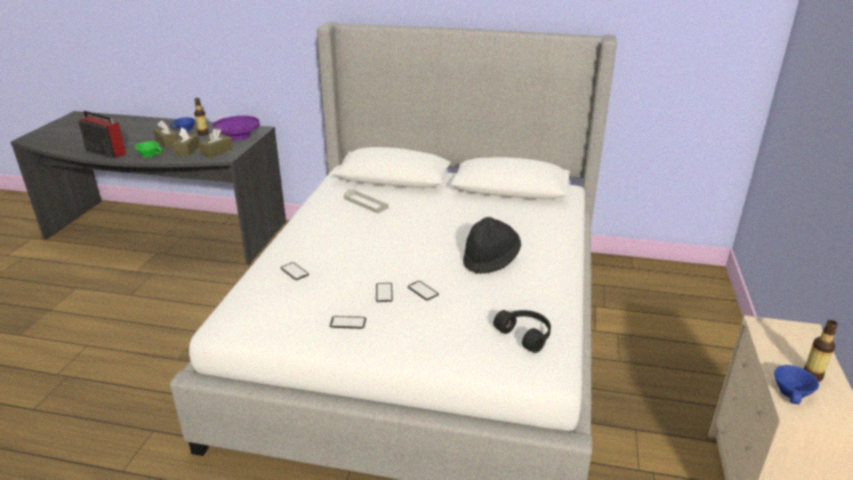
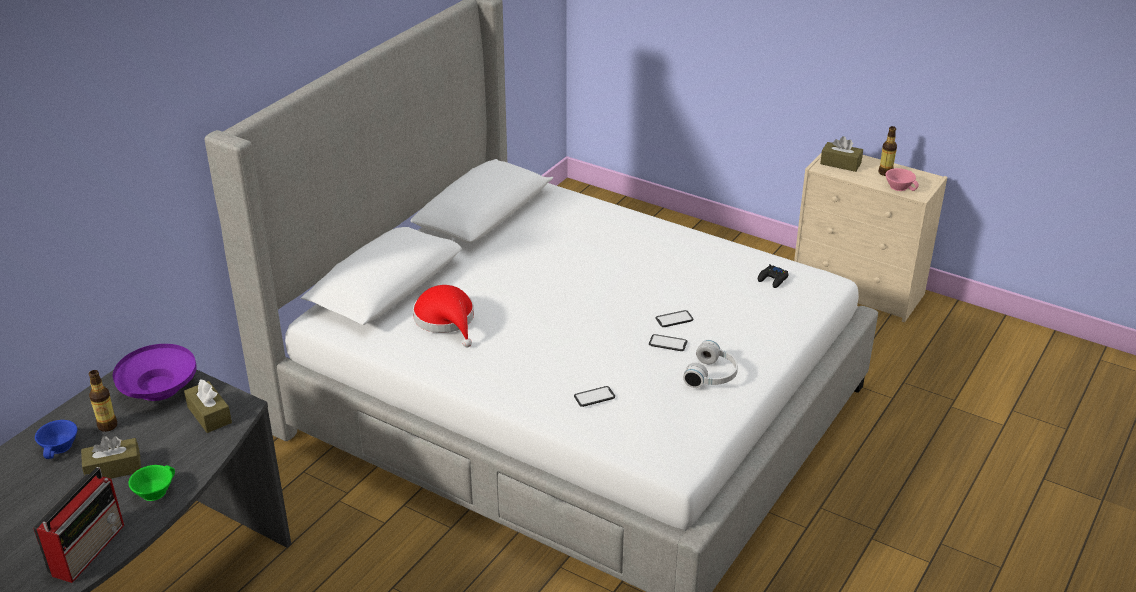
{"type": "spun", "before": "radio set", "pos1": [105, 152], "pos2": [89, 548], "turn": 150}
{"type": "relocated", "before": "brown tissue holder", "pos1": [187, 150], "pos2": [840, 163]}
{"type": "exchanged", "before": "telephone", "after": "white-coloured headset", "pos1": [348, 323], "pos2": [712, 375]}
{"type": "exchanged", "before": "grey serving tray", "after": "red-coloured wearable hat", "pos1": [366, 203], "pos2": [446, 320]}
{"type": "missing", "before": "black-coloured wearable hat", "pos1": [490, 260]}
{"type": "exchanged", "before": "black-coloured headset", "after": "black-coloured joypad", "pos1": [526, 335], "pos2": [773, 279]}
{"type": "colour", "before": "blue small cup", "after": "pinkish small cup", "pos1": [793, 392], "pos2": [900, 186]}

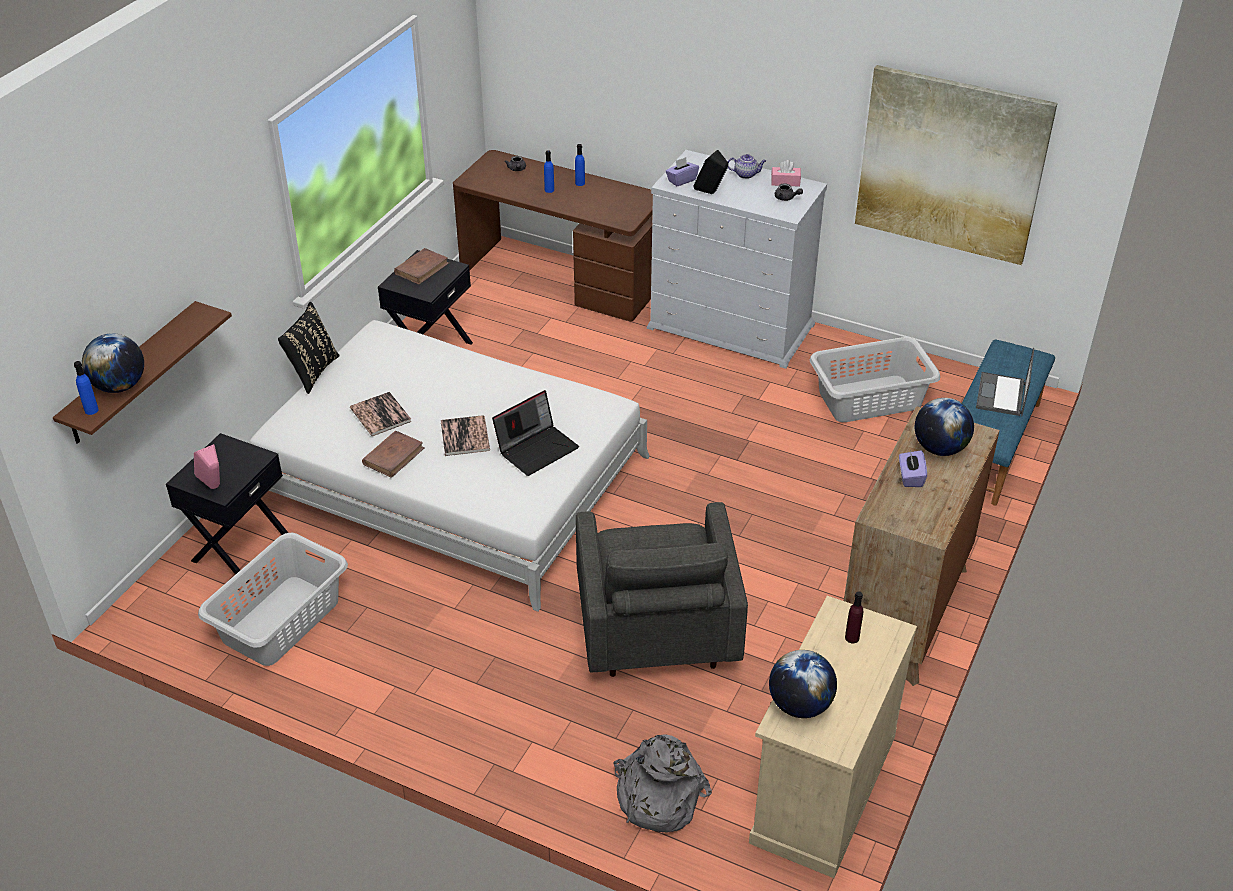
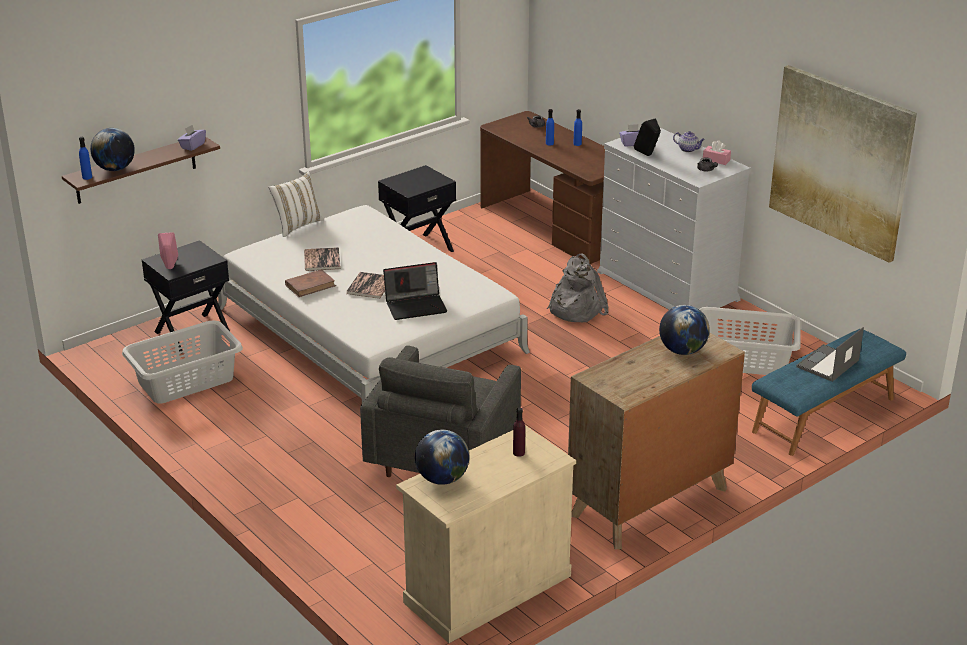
{"type": "colour", "before": "black-coloured pillow", "after": "white-coloured pillow", "pos1": [312, 372], "pos2": [297, 225]}
{"type": "missing", "before": "brown bound book", "pos1": [422, 268]}
{"type": "relocated", "before": "grey backpack", "pos1": [657, 796], "pos2": [575, 309]}
{"type": "relocated", "before": "purple tissue holder", "pos1": [910, 477], "pos2": [192, 146]}

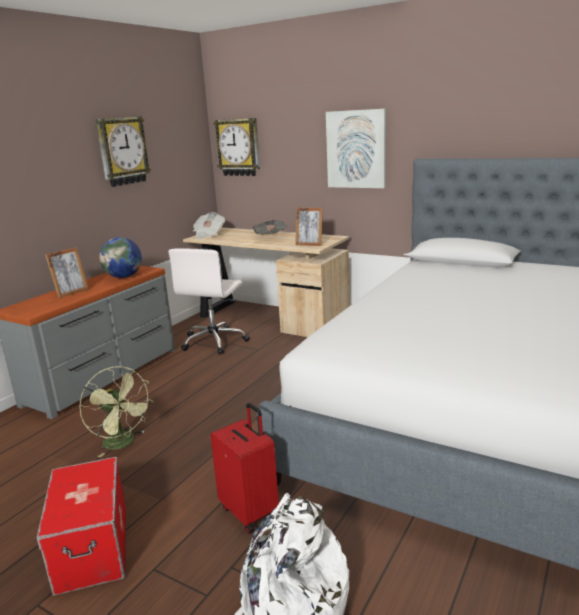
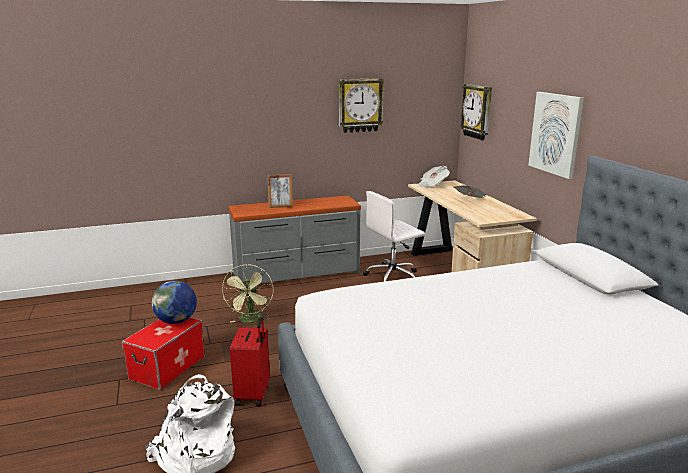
{"type": "relocated", "before": "desk globe", "pos1": [124, 277], "pos2": [176, 321]}
{"type": "missing", "before": "photo frame", "pos1": [309, 244]}

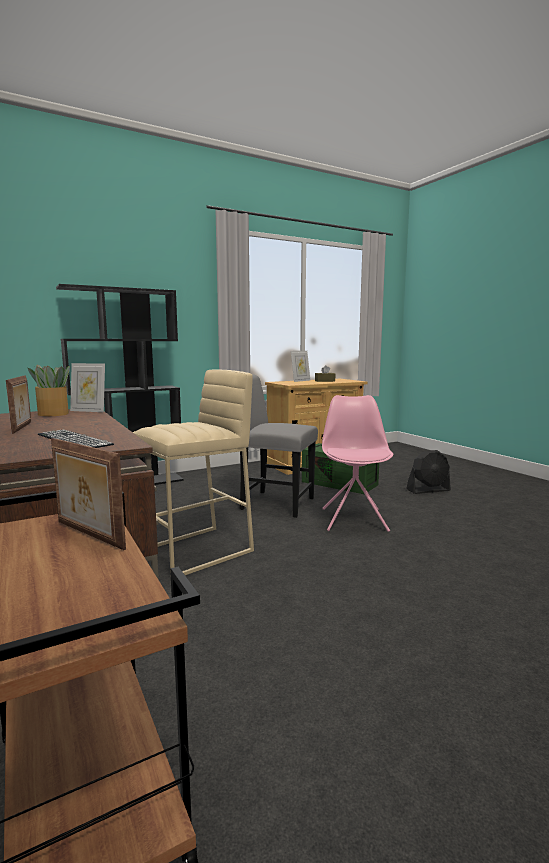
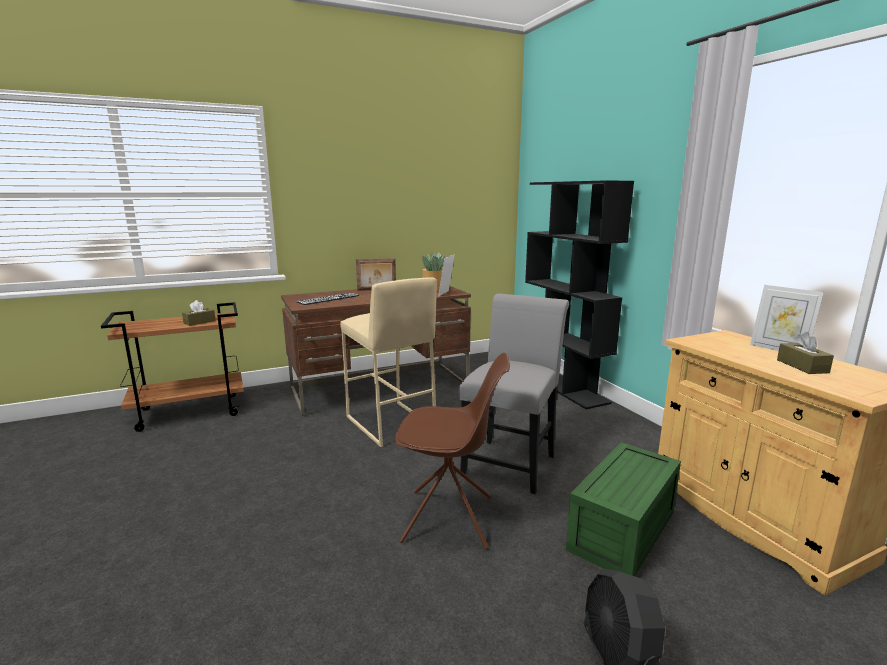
{"type": "exchanged", "before": "photo frame", "after": "brown tissue holder", "pos1": [88, 535], "pos2": [199, 322]}
{"type": "colour", "before": "pinkish chair", "after": "brown chair", "pos1": [354, 519], "pos2": [450, 519]}

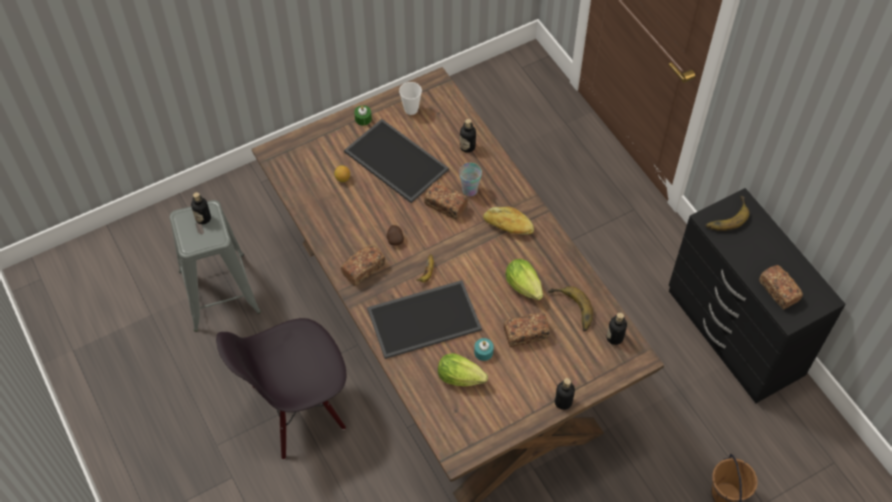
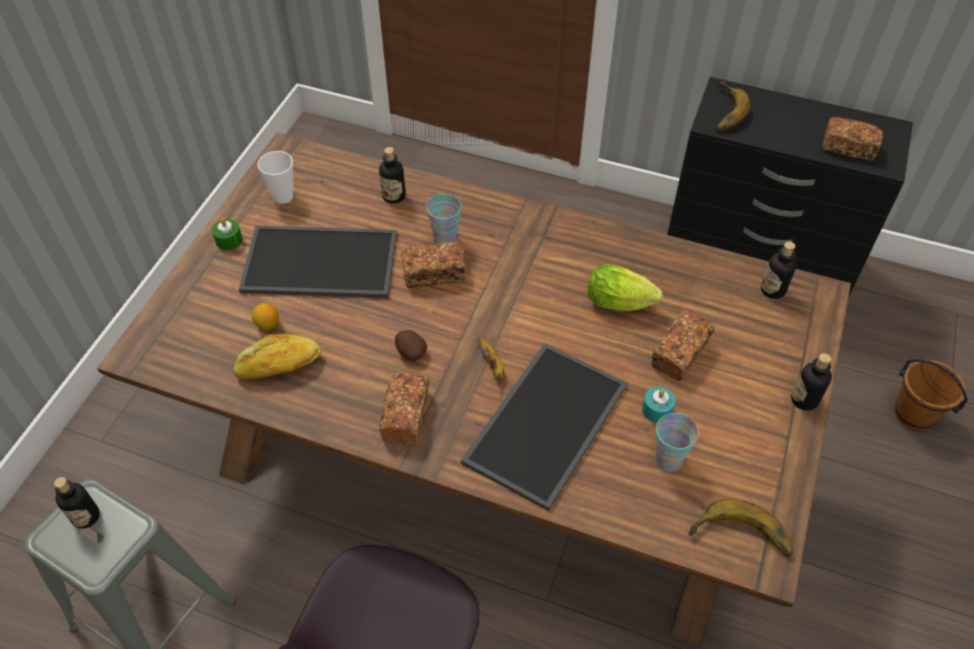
{"type": "exchanged", "before": "head of lettuce", "after": "small cup", "pos1": [463, 378], "pos2": [668, 459]}
{"type": "relocated", "before": "bakery bread", "pos1": [508, 226], "pos2": [279, 366]}
{"type": "relocated", "before": "whole banana", "pos1": [570, 311], "pos2": [740, 540]}

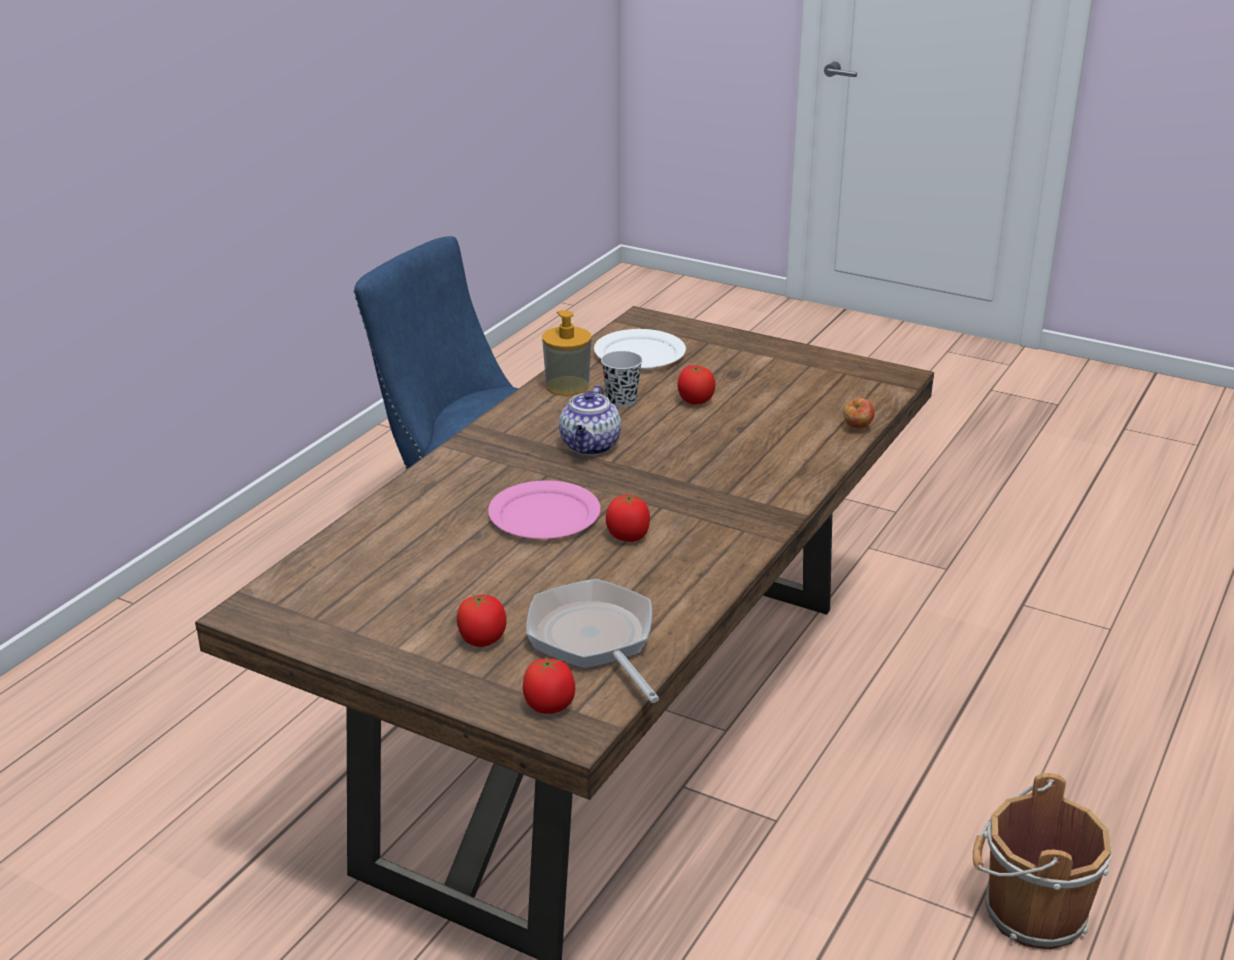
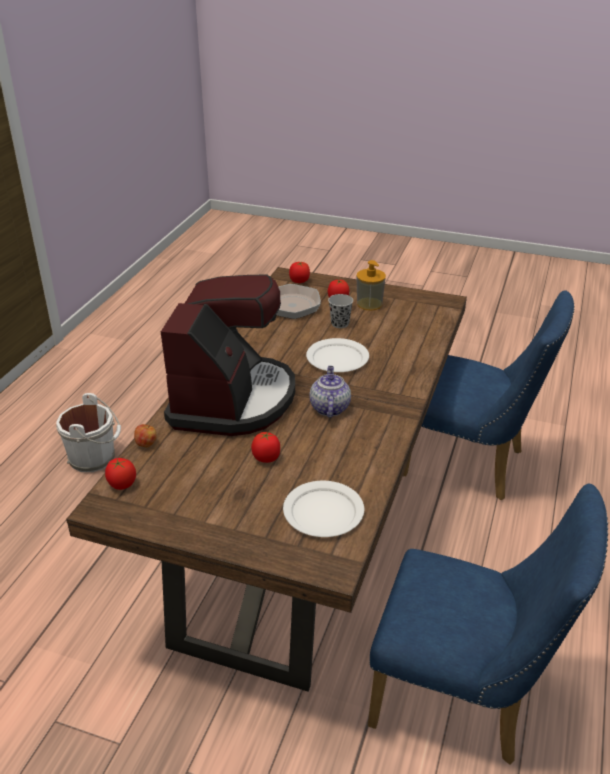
{"type": "colour", "before": "pinkish dinner plate", "after": "white-coloured dinner plate", "pos1": [543, 515], "pos2": [338, 358]}
{"type": "relocated", "before": "soap dispenser", "pos1": [567, 386], "pos2": [369, 304]}
{"type": "relocated", "before": "black-coloured small cup", "pos1": [621, 401], "pos2": [340, 324]}
{"type": "relocated", "before": "tomato", "pos1": [628, 536], "pos2": [122, 485]}
{"type": "colour", "before": "brown pail", "after": "white-coloured pail", "pos1": [1029, 913], "pos2": [94, 458]}
{"type": "appeared", "after": "coffee maker", "pos2": [232, 399]}
{"type": "appeared", "after": "blue chair", "pos2": [472, 465]}

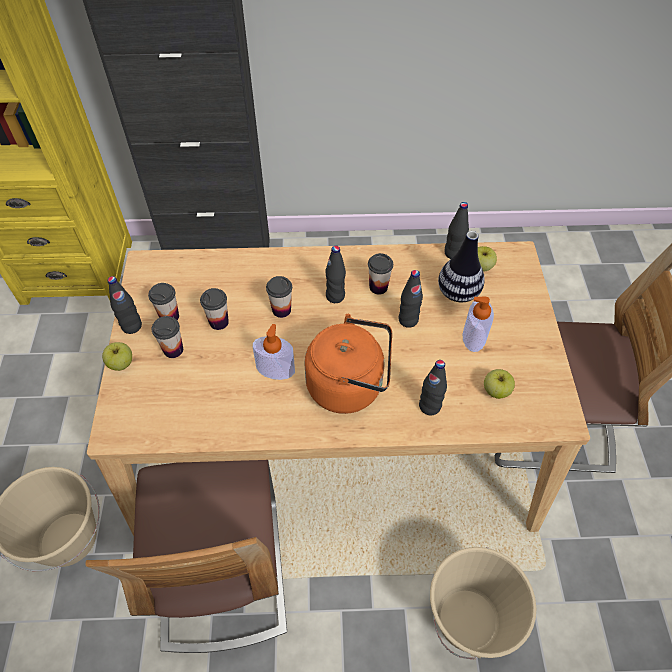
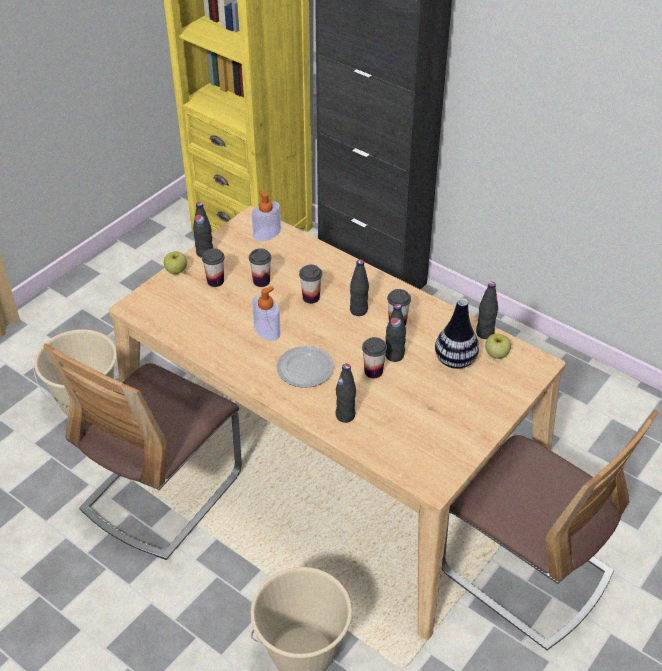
{"type": "relocated", "before": "small cup", "pos1": [169, 316], "pos2": [373, 371]}
{"type": "exchanged", "before": "orangey tea kettle", "after": "dinner plate", "pos1": [350, 385], "pos2": [305, 369]}
{"type": "relocated", "before": "soap dispenser", "pos1": [474, 336], "pos2": [267, 233]}
{"type": "missing", "before": "whole apple", "pos1": [496, 390]}

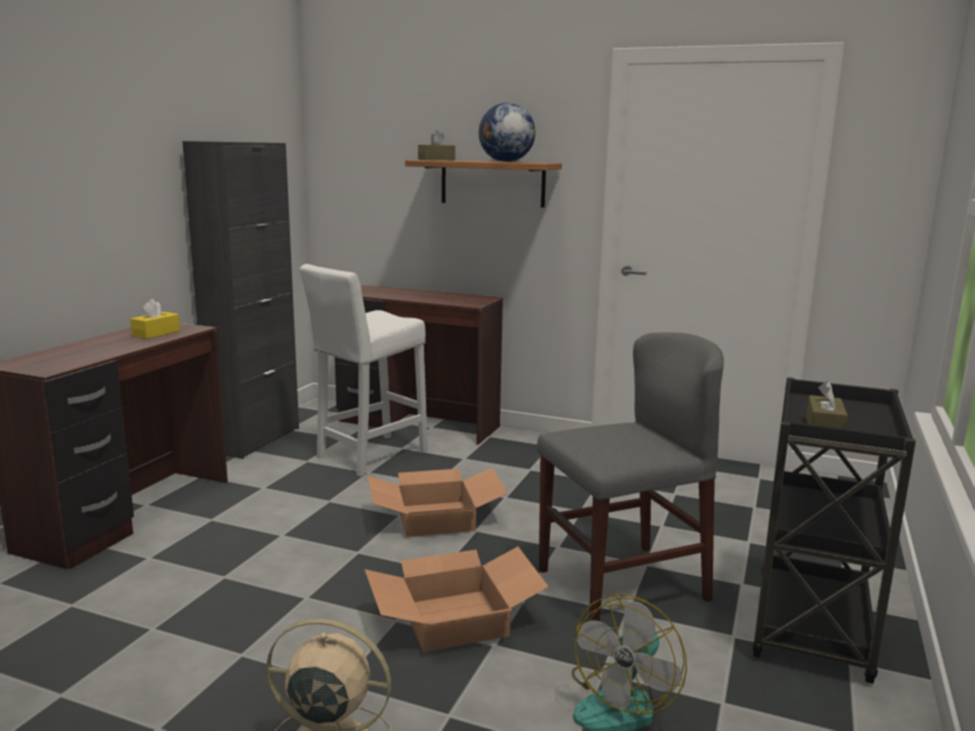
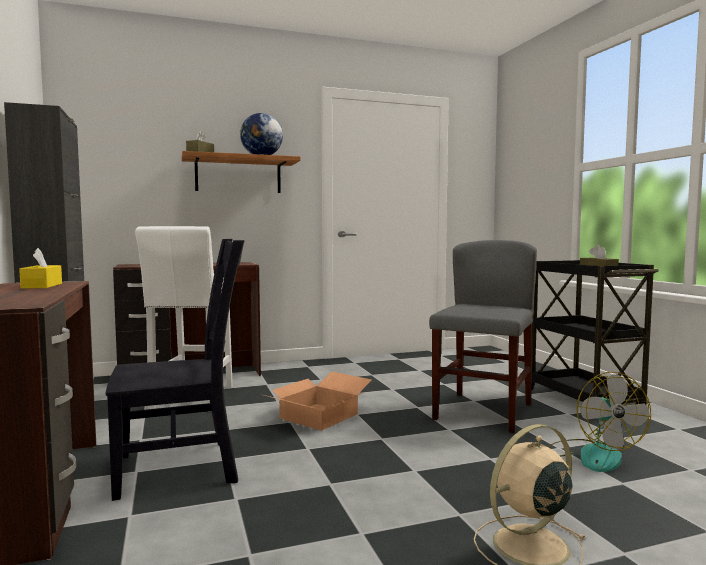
{"type": "missing", "before": "cardboard box", "pos1": [455, 618]}
{"type": "appeared", "after": "black-coloured chair", "pos2": [183, 468]}

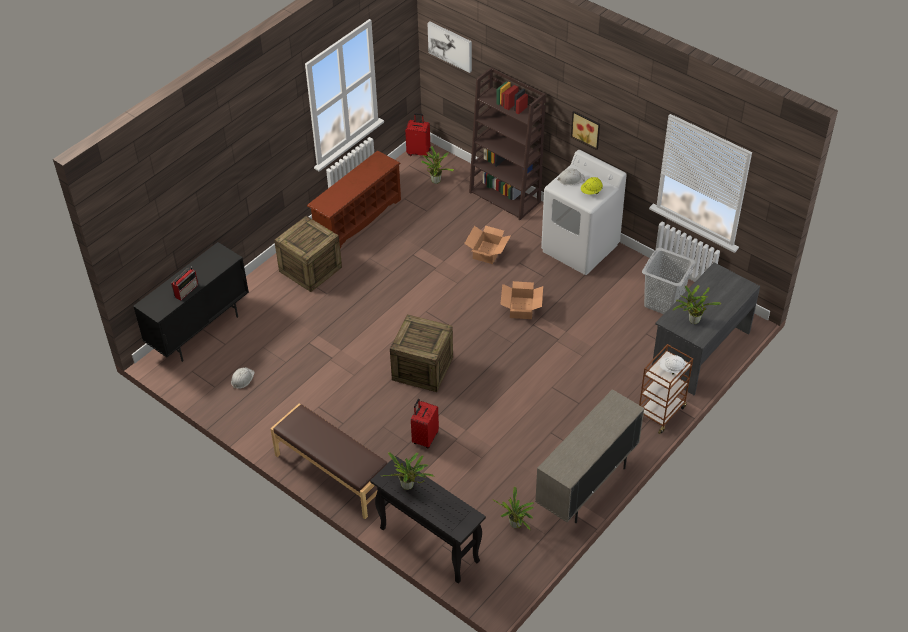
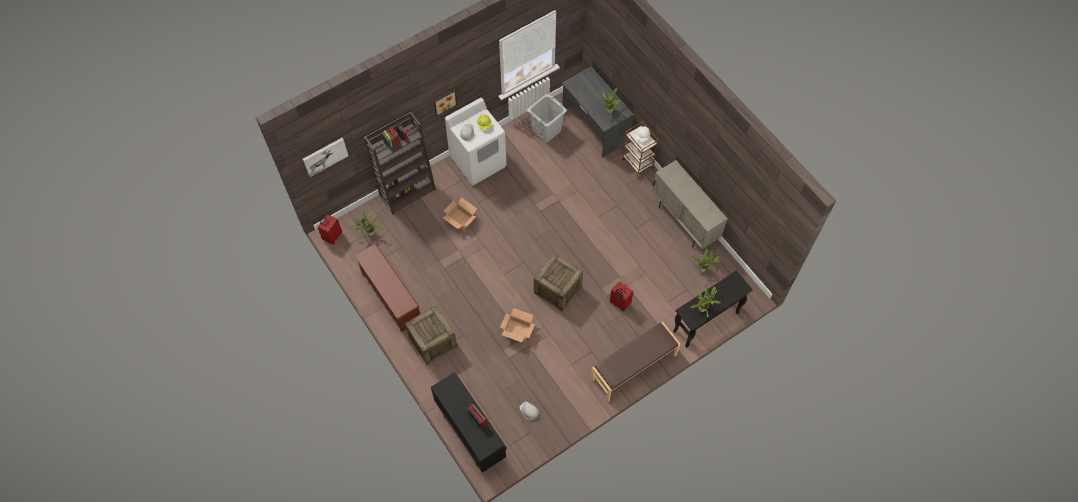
{"type": "relocated", "before": "cardboard box", "pos1": [522, 308], "pos2": [517, 330]}

